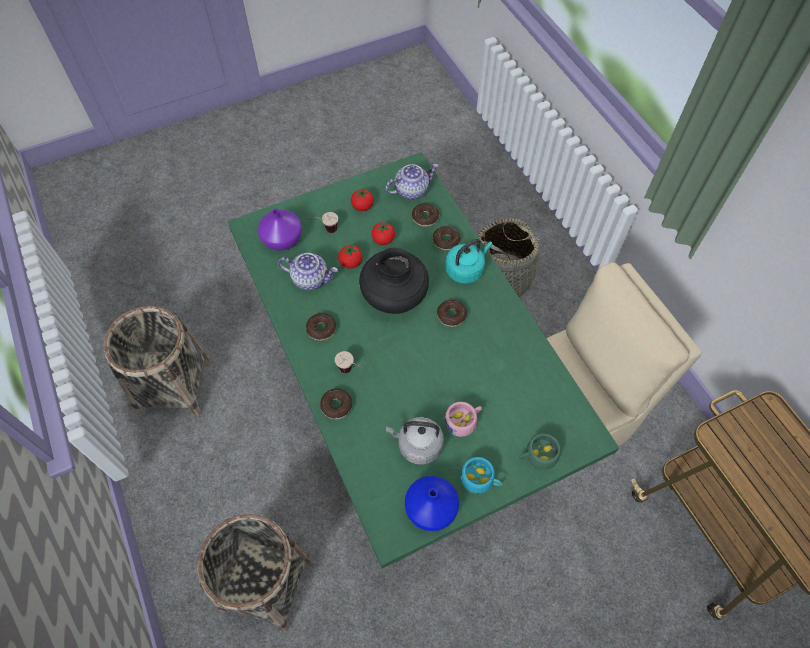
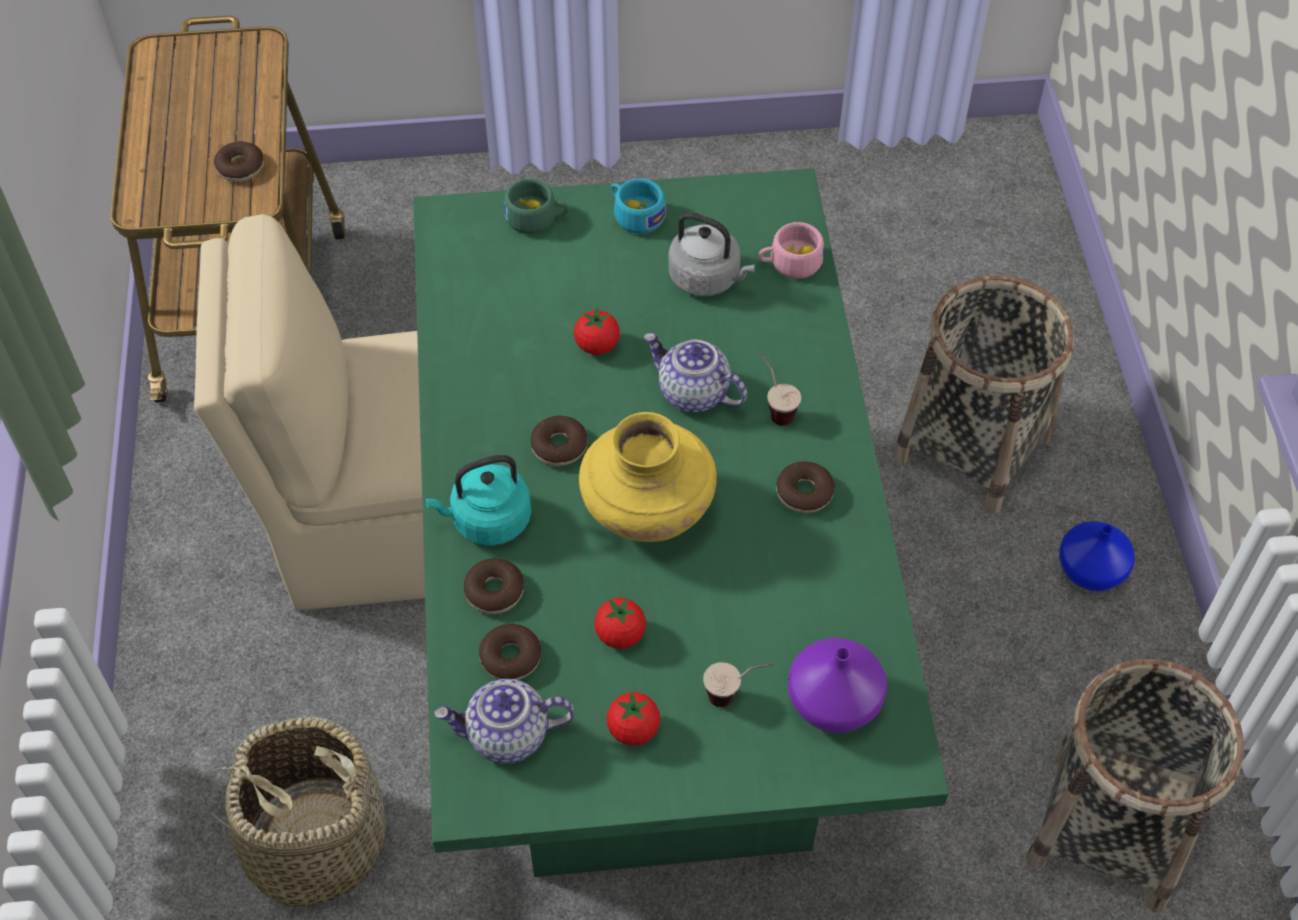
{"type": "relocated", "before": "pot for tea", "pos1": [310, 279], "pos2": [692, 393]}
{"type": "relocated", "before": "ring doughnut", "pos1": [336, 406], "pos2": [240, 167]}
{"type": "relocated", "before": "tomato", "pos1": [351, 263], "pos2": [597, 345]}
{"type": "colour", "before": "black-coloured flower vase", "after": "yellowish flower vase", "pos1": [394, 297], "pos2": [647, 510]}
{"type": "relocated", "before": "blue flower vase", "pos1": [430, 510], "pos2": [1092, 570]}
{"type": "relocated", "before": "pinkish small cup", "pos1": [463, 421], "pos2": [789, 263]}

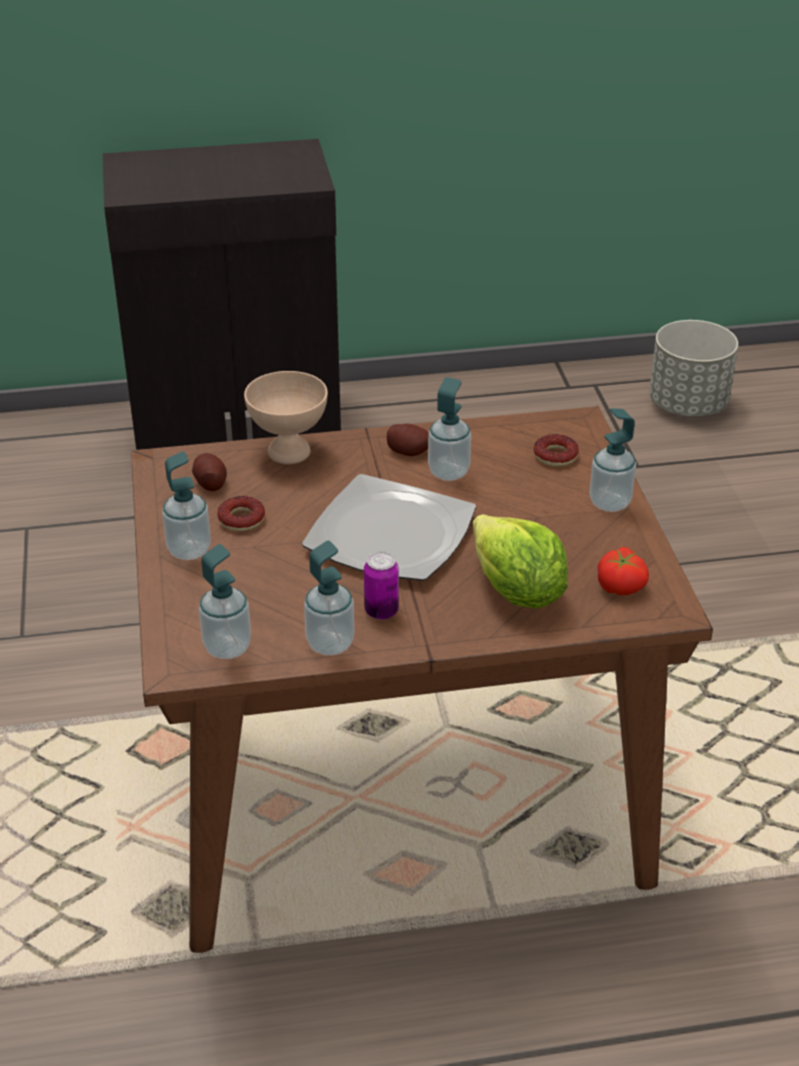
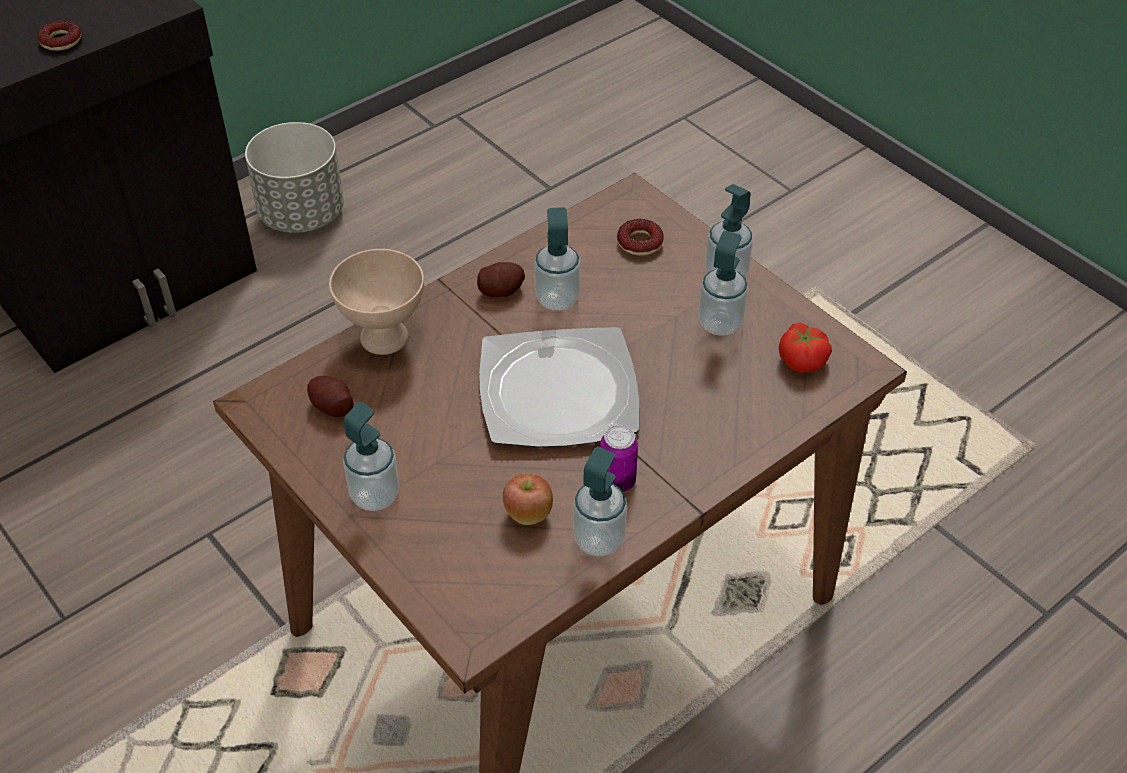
{"type": "relocated", "before": "soap dispenser", "pos1": [227, 647], "pos2": [720, 324]}
{"type": "relocated", "before": "ring doughnut", "pos1": [241, 519], "pos2": [61, 41]}
{"type": "missing", "before": "head of lettuce", "pos1": [516, 592]}
{"type": "relocated", "before": "grey plant pot", "pos1": [687, 405], "pos2": [302, 215]}
{"type": "appeared", "after": "whole apple", "pos2": [528, 514]}

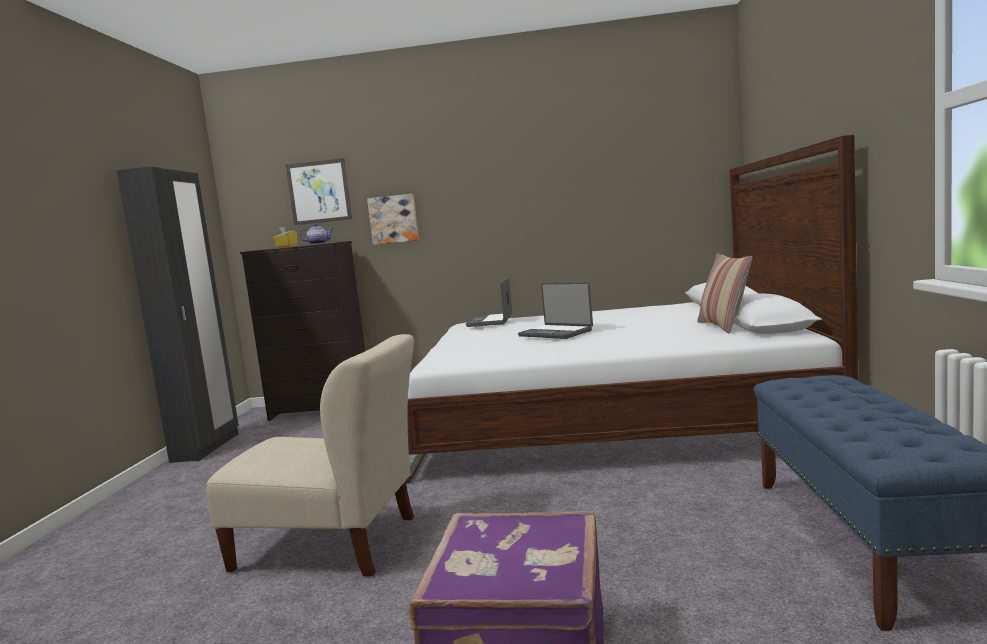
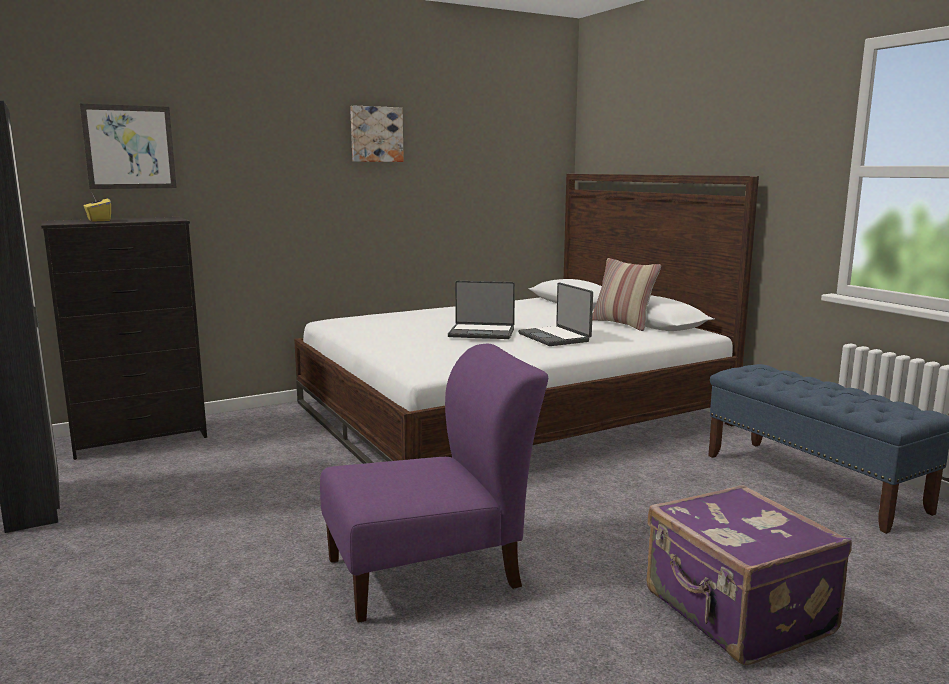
{"type": "colour", "before": "sand-coloured chair", "after": "purple chair", "pos1": [333, 545], "pos2": [431, 571]}
{"type": "missing", "before": "pot for tea", "pos1": [318, 243]}
{"type": "relocated", "before": "wall picture", "pos1": [393, 219], "pos2": [376, 134]}
{"type": "relocated", "before": "notebook computer", "pos1": [491, 321], "pos2": [555, 337]}

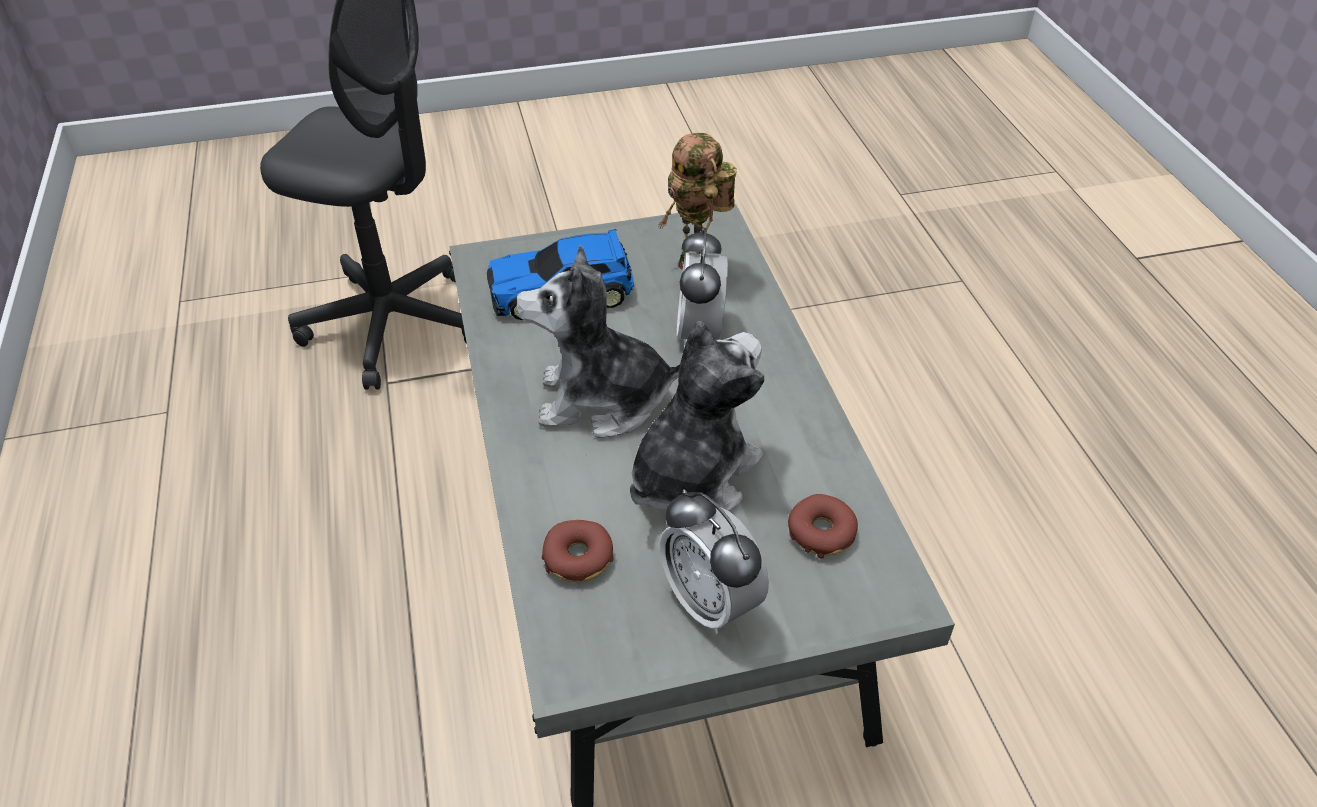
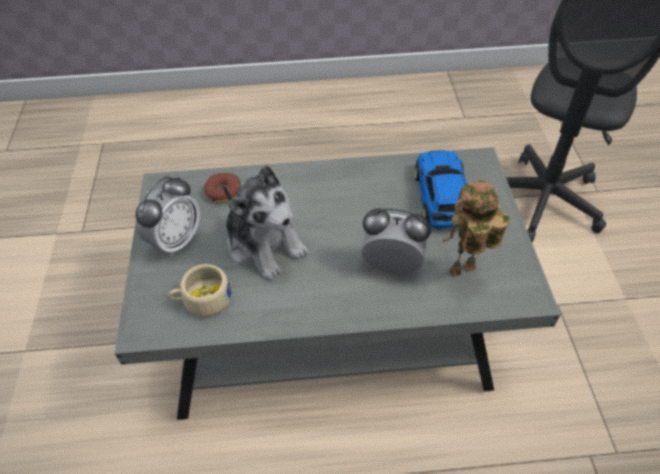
{"type": "missing", "before": "plush toy", "pos1": [602, 400]}
{"type": "spun", "before": "bedside clock", "pos1": [710, 602], "pos2": [176, 241], "turn": 150}
{"type": "exchanged", "before": "ring doughnut", "after": "sand-coloured small cup", "pos1": [821, 532], "pos2": [202, 300]}

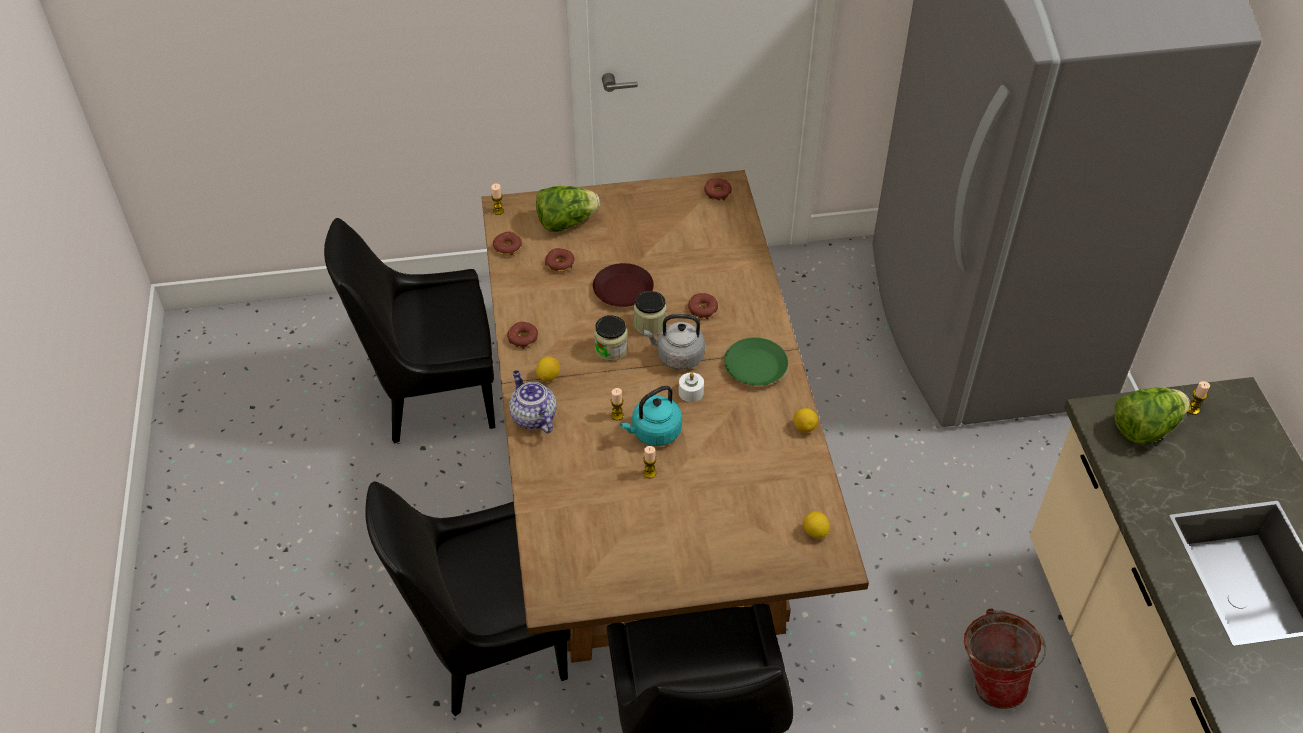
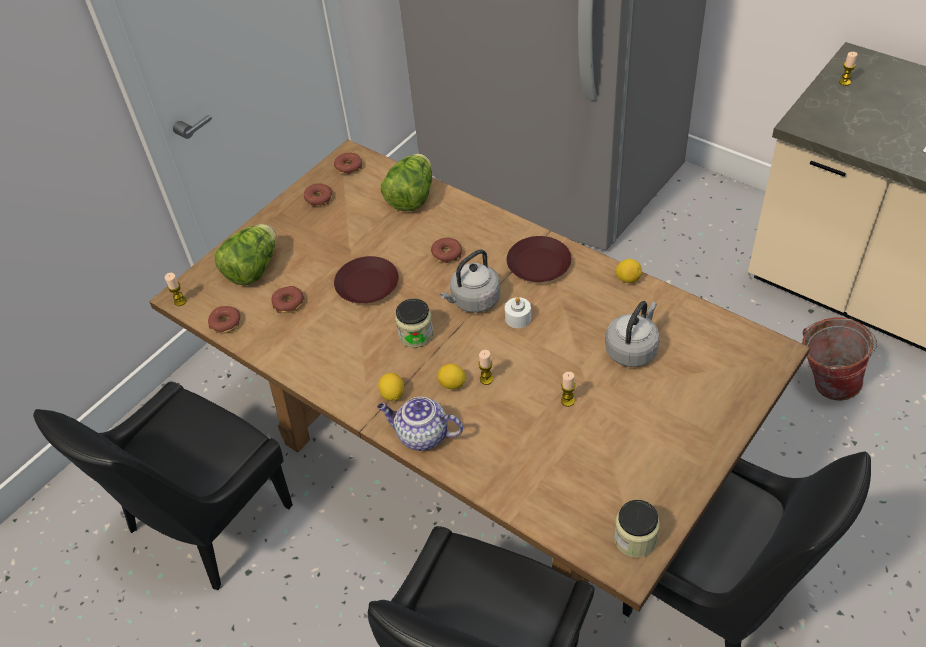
{"type": "relocated", "before": "ring doughnut", "pos1": [523, 338], "pos2": [318, 198]}
{"type": "missing", "before": "blue-green tea kettle", "pos1": [654, 433]}
{"type": "relocated", "before": "jar", "pos1": [650, 324], "pos2": [635, 539]}
{"type": "colour", "before": "greenish dinner plate", "after": "brown dinner plate", "pos1": [755, 366], "pos2": [538, 264]}
{"type": "relocated", "before": "lemon", "pos1": [815, 532], "pos2": [452, 384]}
{"type": "relocated", "before": "head of lettuce", "pos1": [1145, 428], "pos2": [411, 197]}
{"type": "appeared", "after": "grey tea kettle", "pos2": [632, 349]}

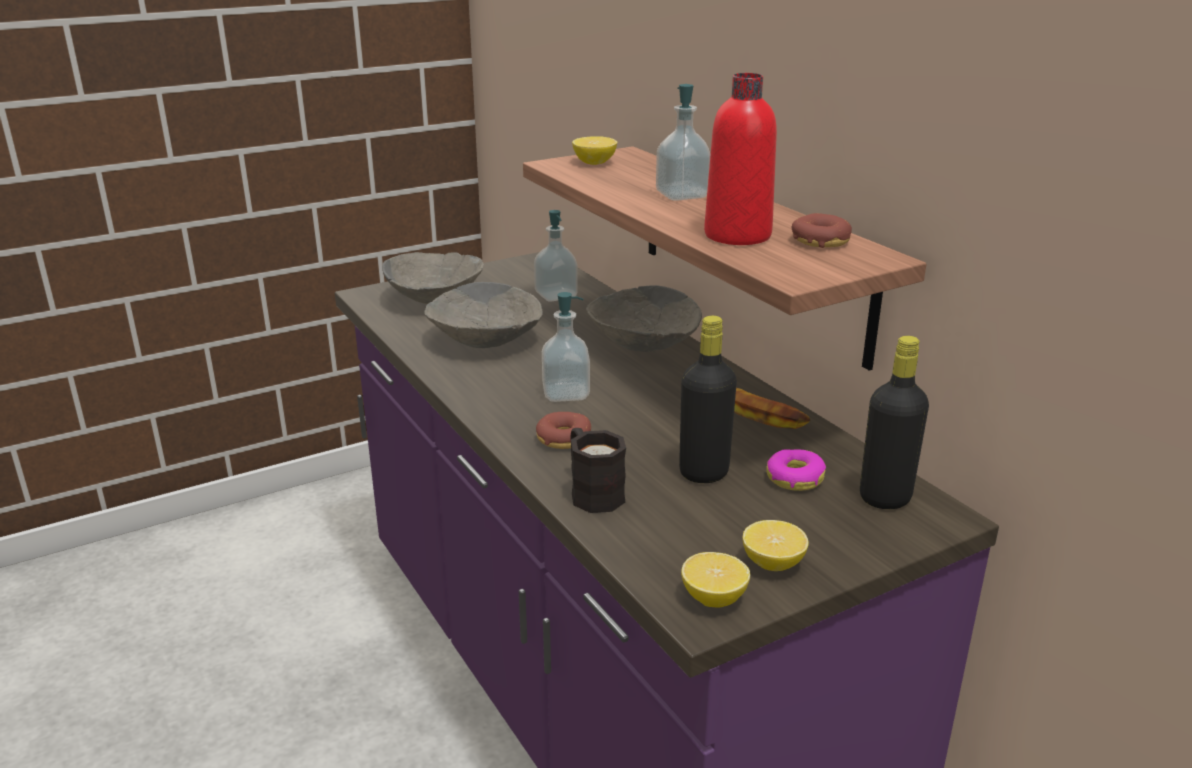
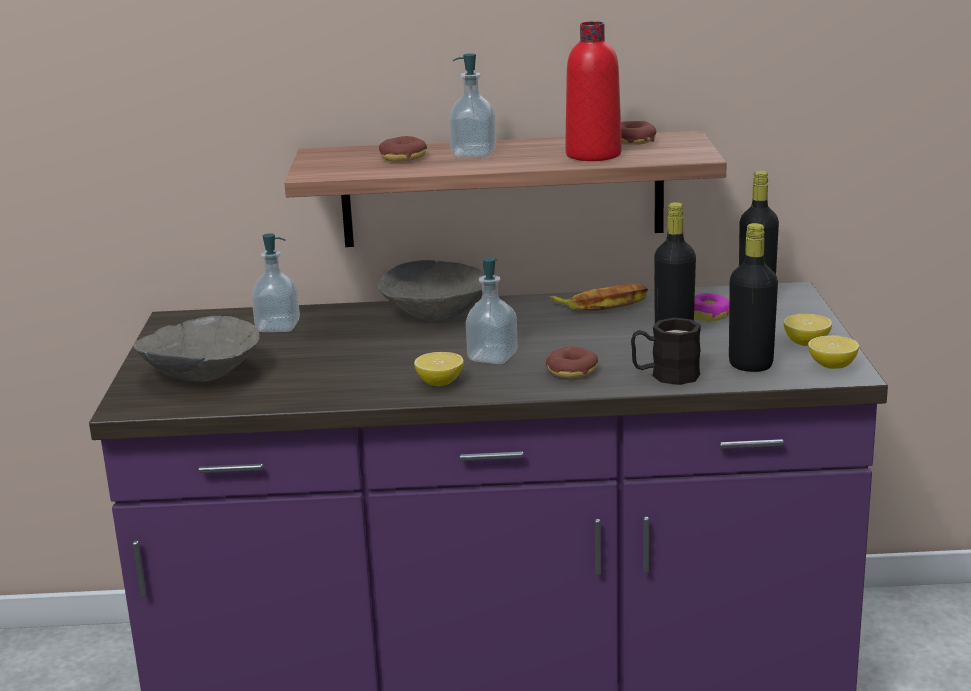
{"type": "missing", "before": "grey deep dish", "pos1": [486, 341]}
{"type": "relocated", "before": "lemon", "pos1": [594, 163], "pos2": [440, 382]}
{"type": "appeared", "after": "ring doughnut", "pos2": [403, 157]}
{"type": "appeared", "after": "black-coloured beverage bottle", "pos2": [750, 365]}

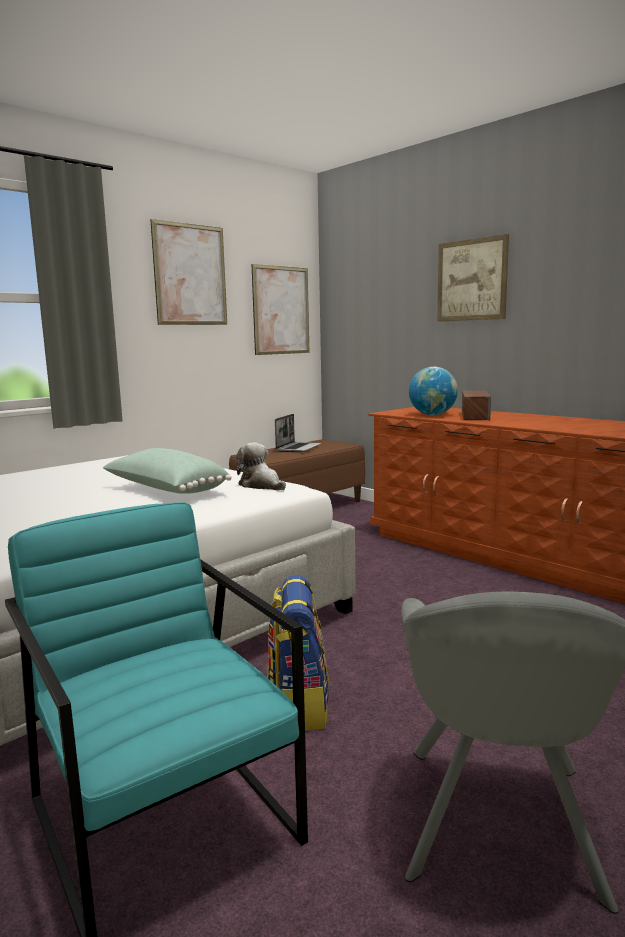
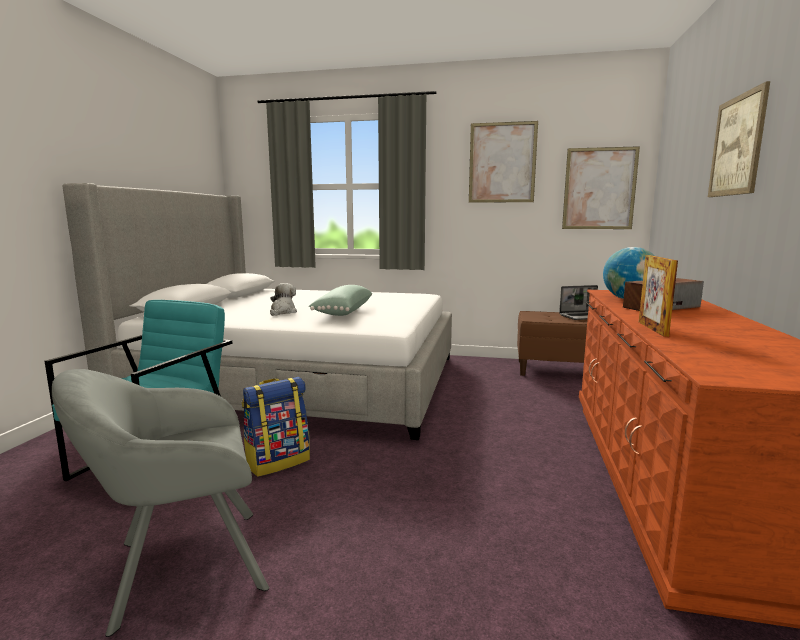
{"type": "relocated", "before": "plush toy", "pos1": [261, 486], "pos2": [282, 312]}
{"type": "appeared", "after": "photo frame", "pos2": [652, 328]}

